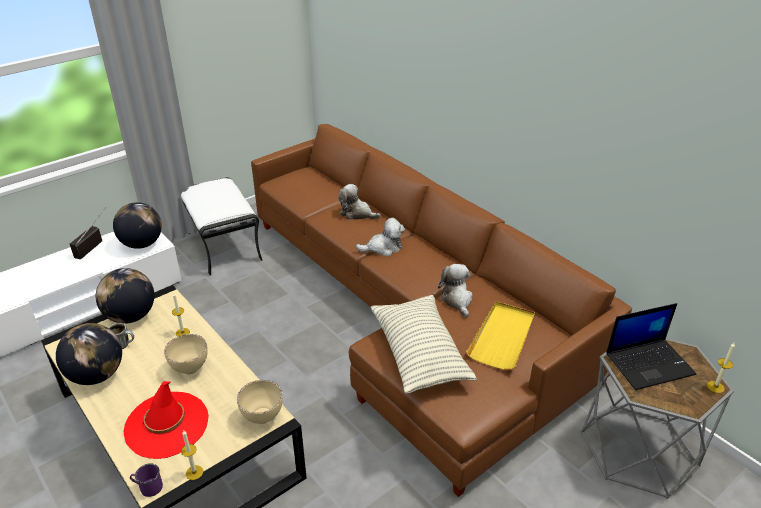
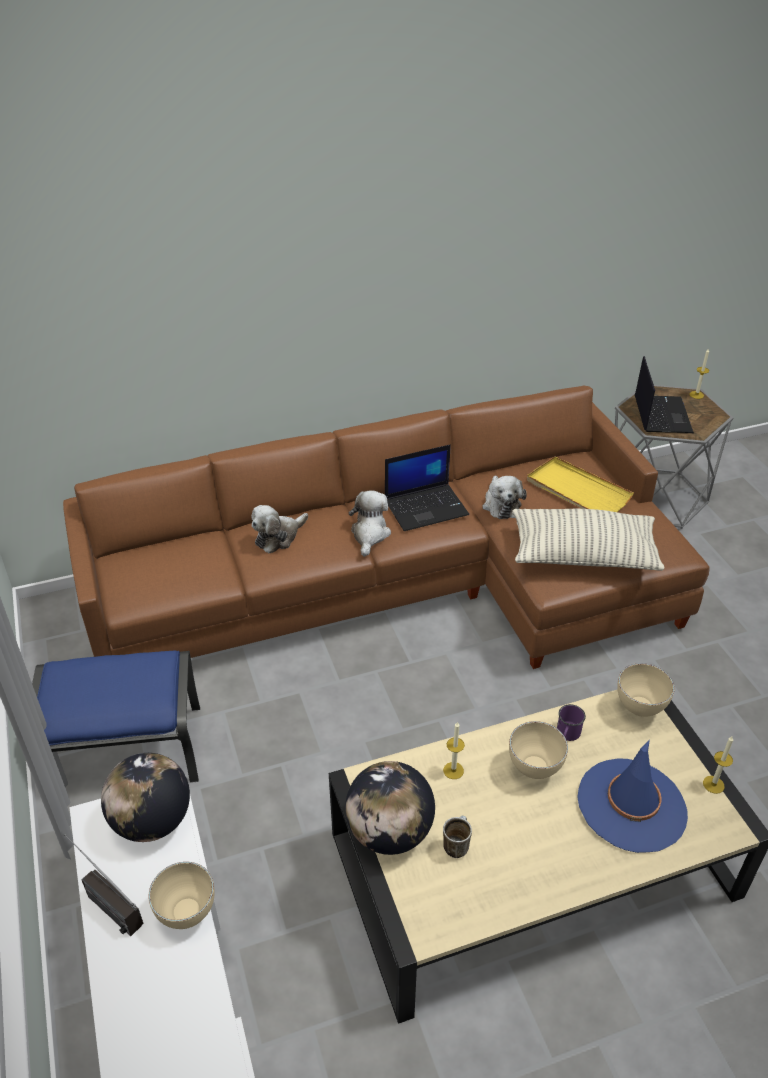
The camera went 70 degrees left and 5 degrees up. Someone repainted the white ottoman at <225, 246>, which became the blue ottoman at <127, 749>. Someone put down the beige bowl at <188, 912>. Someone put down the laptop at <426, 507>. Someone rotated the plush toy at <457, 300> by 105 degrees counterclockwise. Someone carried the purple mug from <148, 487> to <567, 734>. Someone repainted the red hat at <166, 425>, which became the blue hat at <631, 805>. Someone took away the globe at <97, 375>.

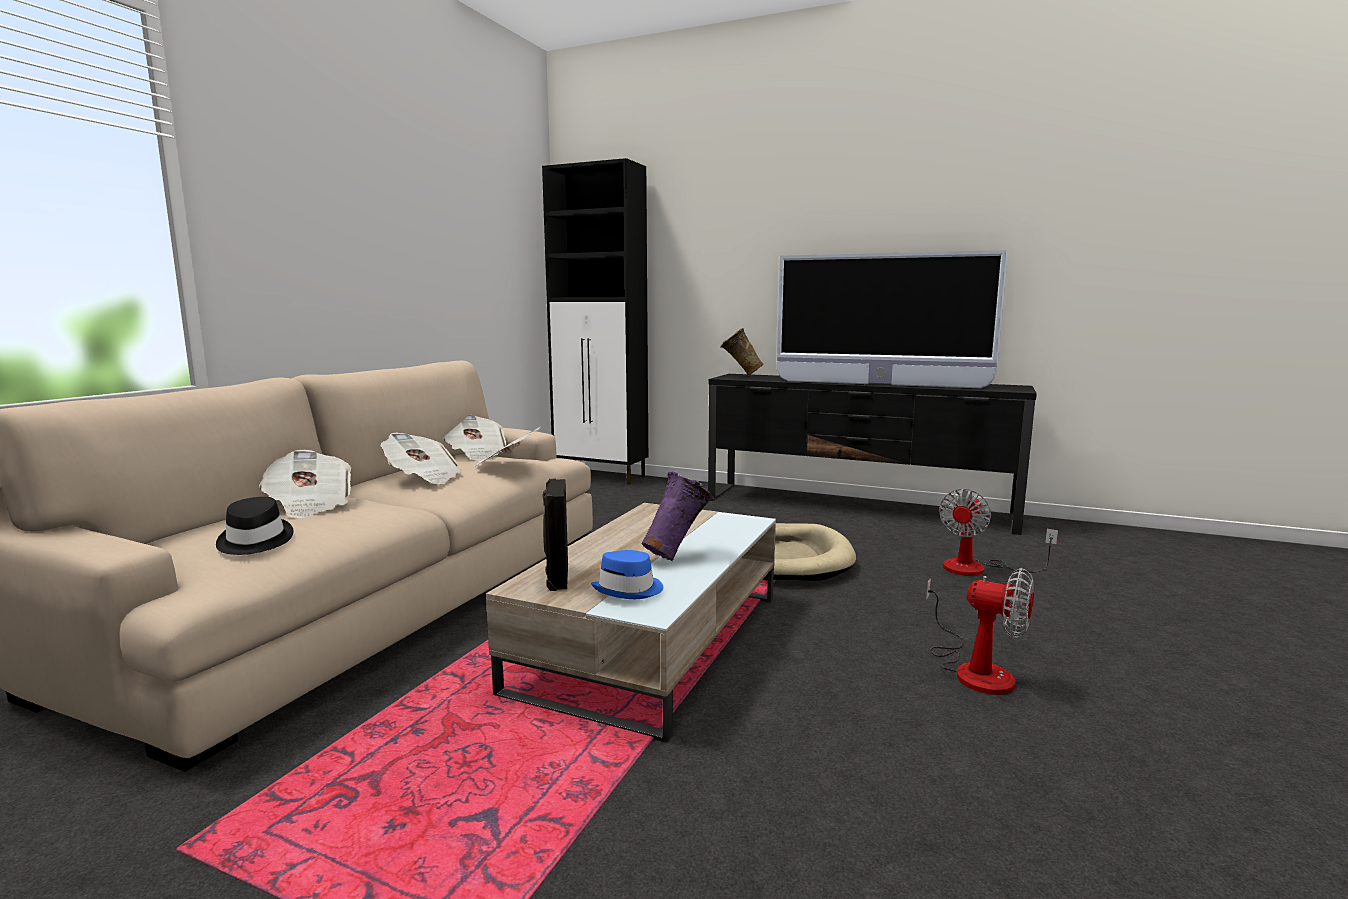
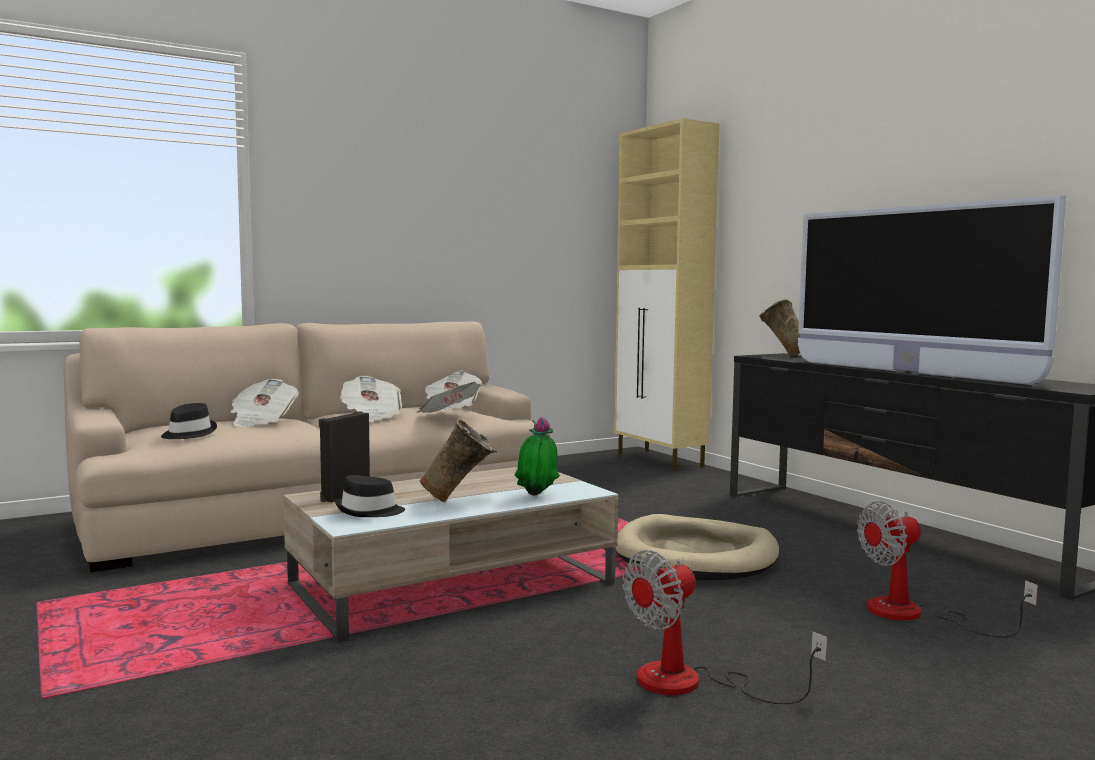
The camera went 35 degrees right and 5 degrees down. Someone repainted the blue hat at <629, 589>, which became the black hat at <369, 511>. Someone repainted the purple vase at <678, 555>, which became the beige vase at <460, 500>. Someone put down the potted plant at <536, 496>. Someone repainted the black cabinet at <602, 477>, which became the beige cabinet at <660, 460>. Someone rotated the fan at <974, 669> by 75 degrees clockwise.

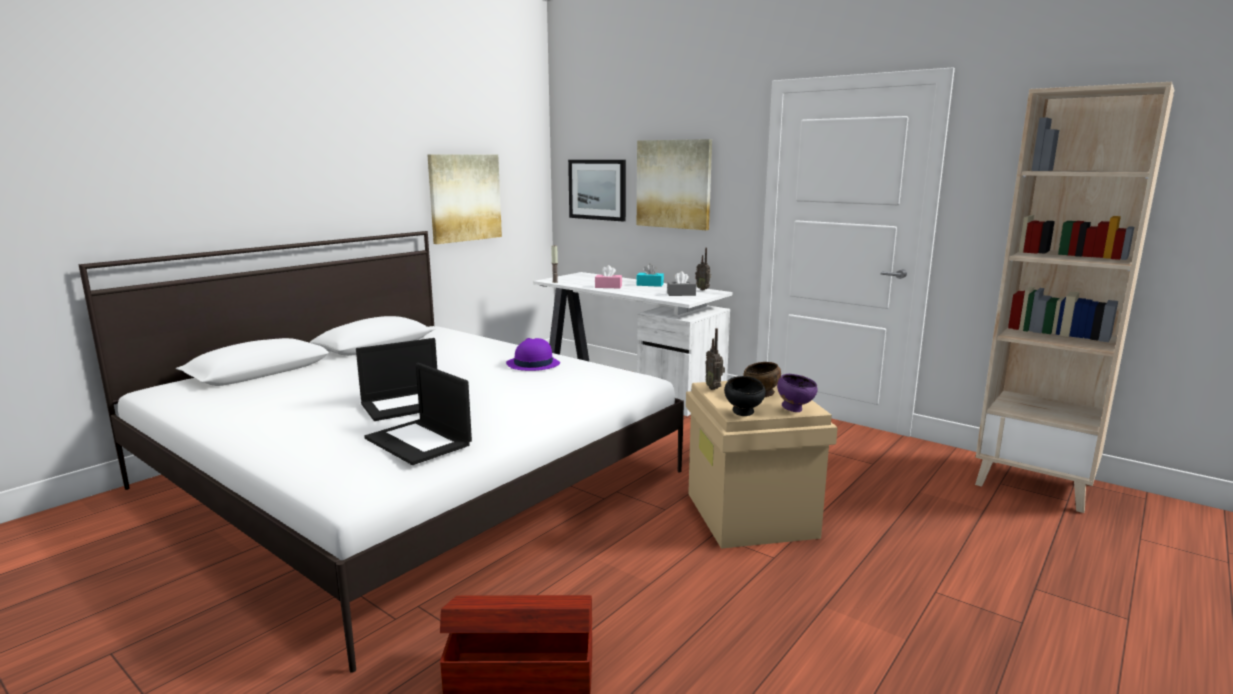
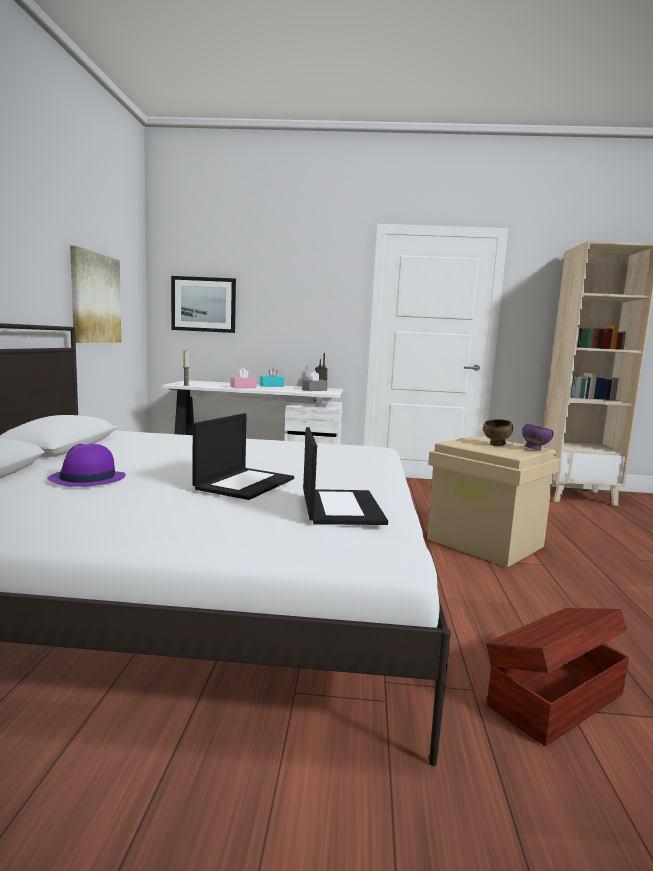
The camera went 35 degrees left and 5 degrees down. Someone carried the purple hat from <533, 364> to <87, 479>. Someone rotated the laptop at <419, 441> by 105 degrees counterclockwise. Someone took away the picture at <674, 184>. Someone took away the radio at <714, 388>. Someone took away the black bowl at <744, 414>.

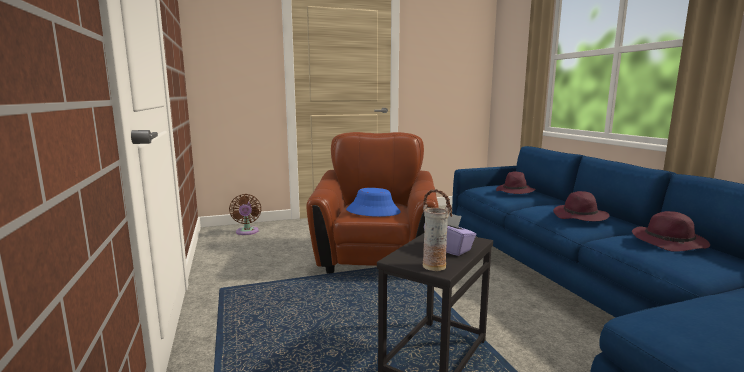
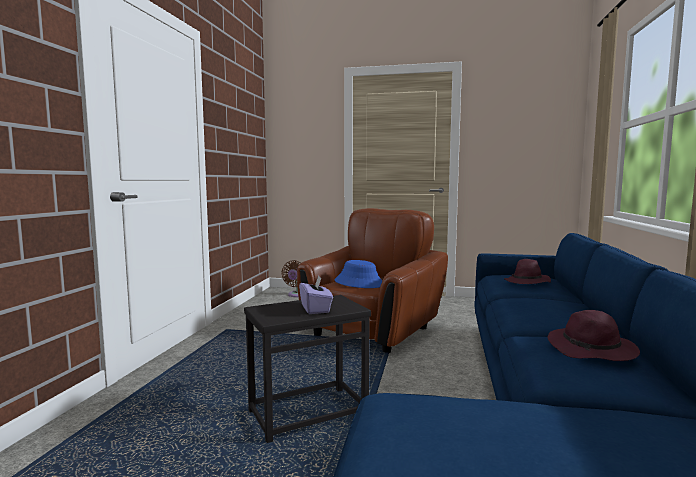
The camera went 30 degrees right and 5 degrees down. Someone took away the vase at <434, 266>. Someone took away the purple hat at <580, 217>.

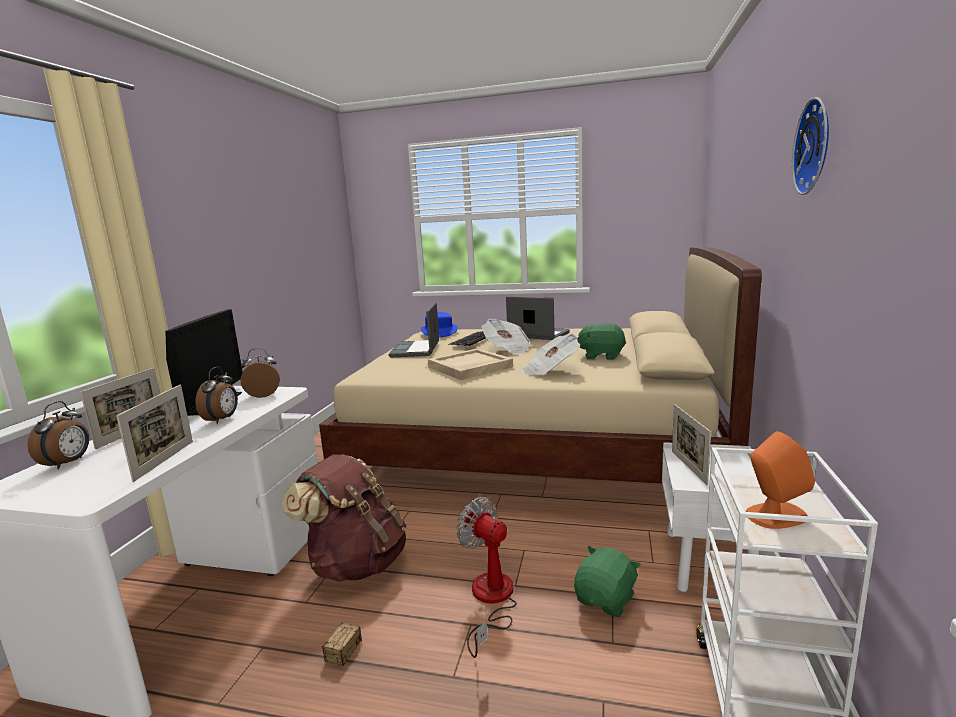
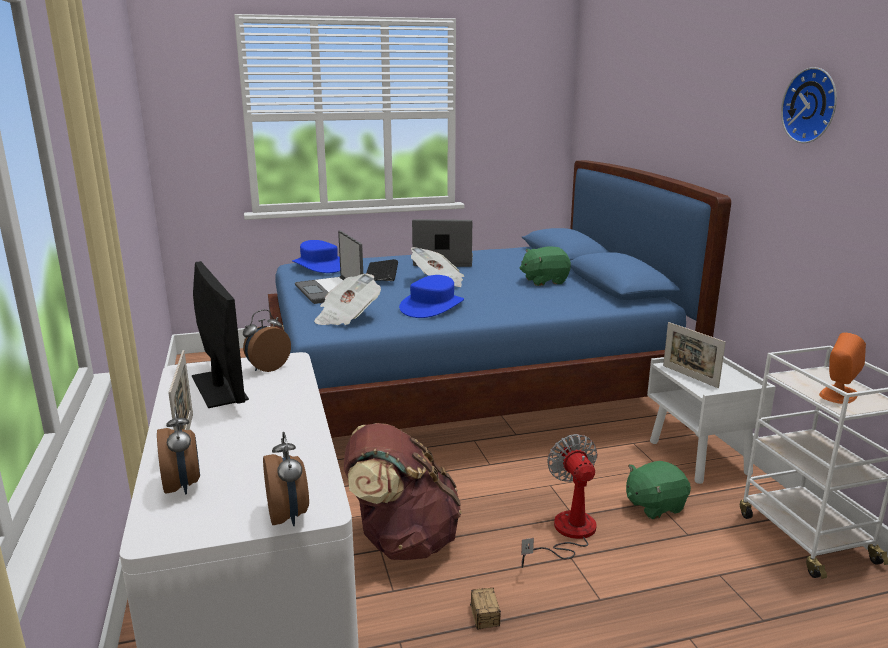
The camera went 30 degrees left and 5 degrees up. Someone carried the alarm clock from <222, 419> to <289, 516>. Someone repainted the beige bed at <536, 453>, which became the blue bed at <466, 393>. Someone carried the newspaper from <550, 370> to <347, 317>. Someone swapped the beige tray at <469, 367> for the blue hat at <432, 306>. Someone rotated the fan at <490, 600> by 60 degrees clockwise. Someone rotated the green plush toy at <606, 599> by 120 degrees counterclockwise. Someone took away the picture frame at <165, 460>.

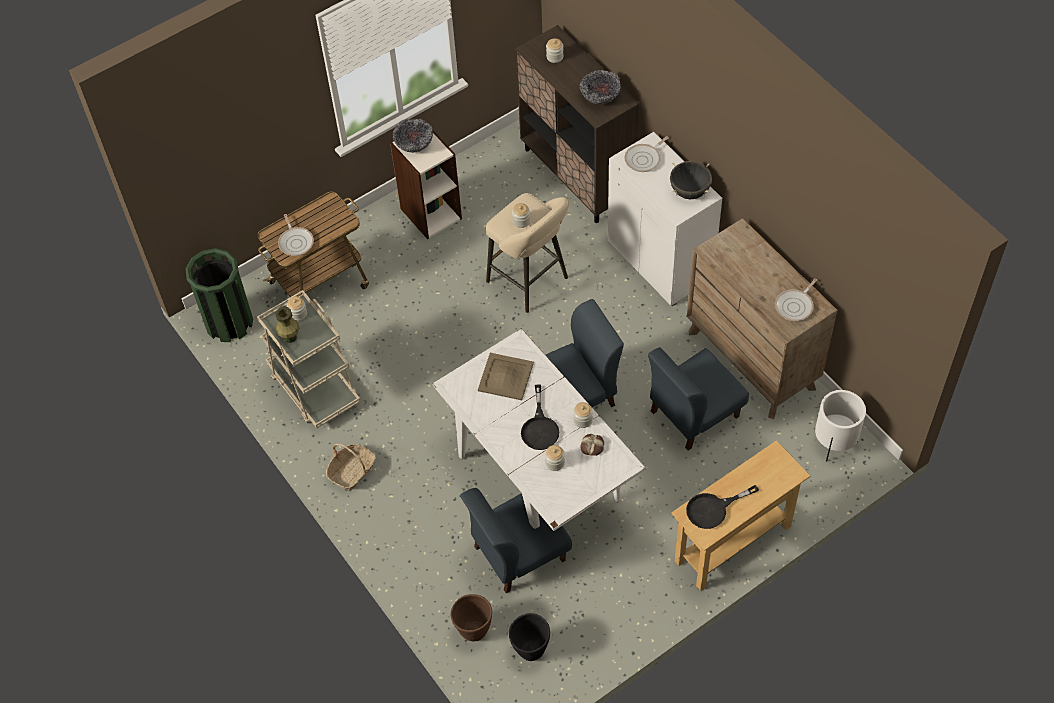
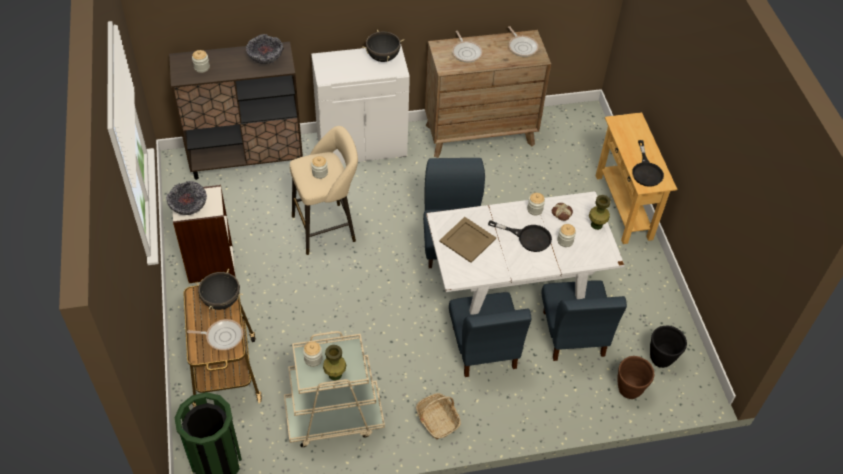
The camera went 70 degrees left and 5 degrees down. Someone put down the black cooking pot at <221, 301>. Someone carried the blue chair from <693, 413> to <483, 348>. Someone carried the frying pan from <644, 159> to <466, 52>. Someone put down the green vase at <596, 225>. Someone took away the white planter at <834, 443>.

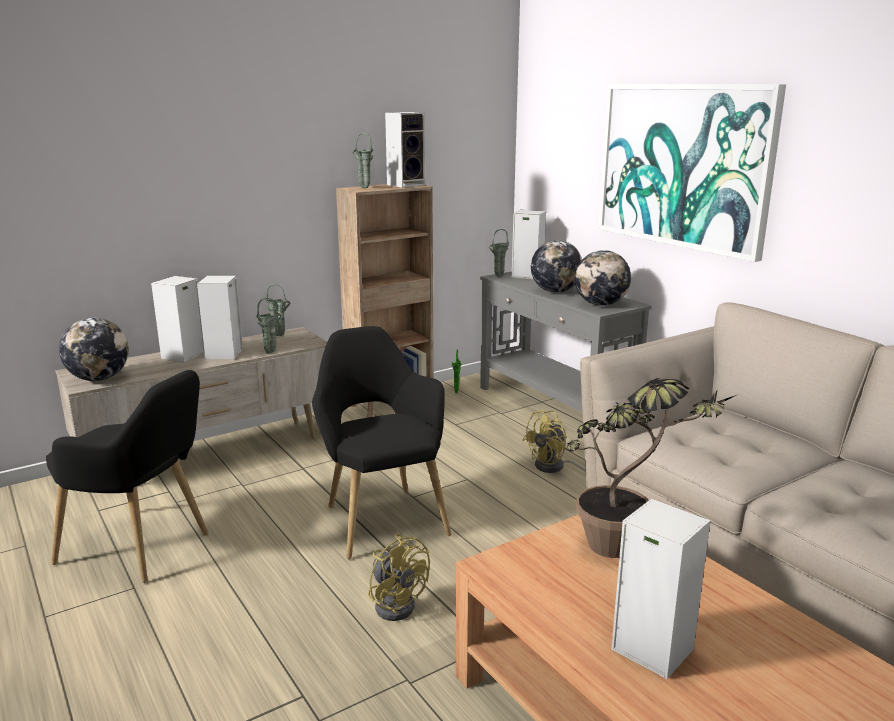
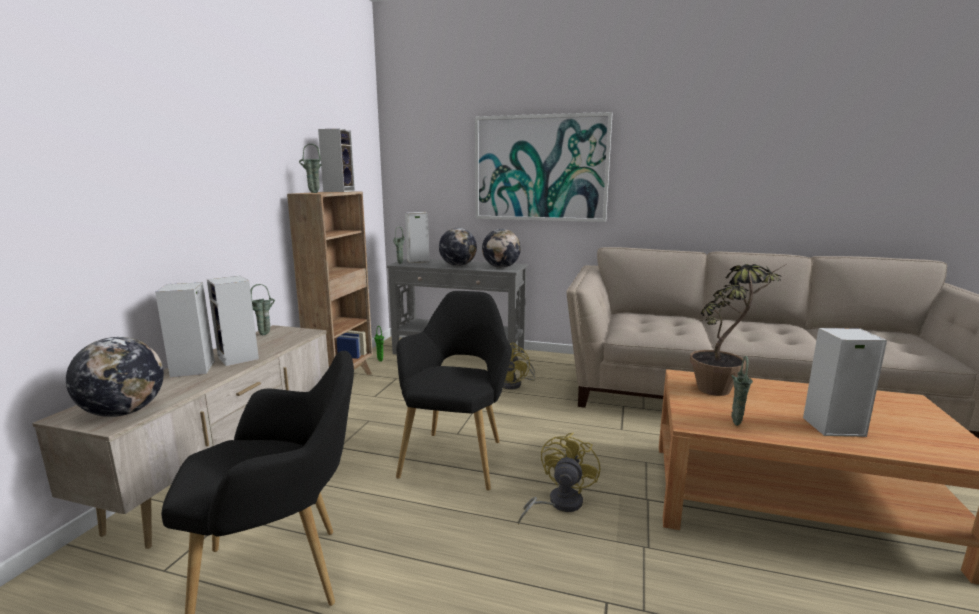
The camera went 40 degrees left and 5 degrees down. Someone rotated the black armchair at <381, 517> by 75 degrees clockwise. Someone rotated the yellow fan at <396, 603> by 75 degrees counterclockwise. Someone carried the green vase from <272, 352> to <735, 423>.

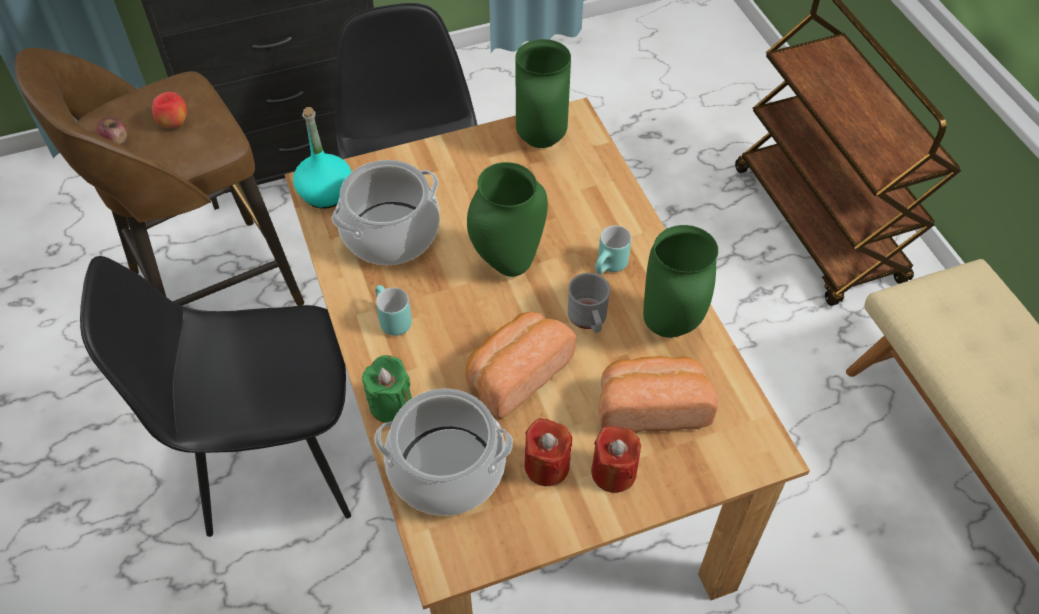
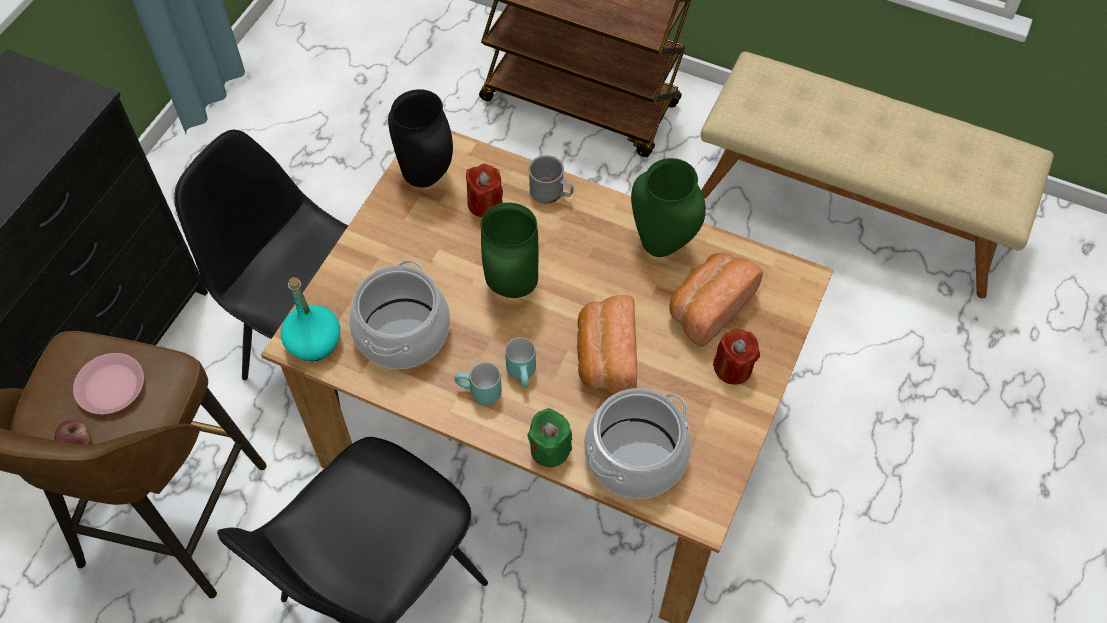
The camera went 45 degrees left and 5 degrees up. Someone swapped the apple at <174, 123> for the pink plate at <111, 387>. Someone repainted the green vase at <539, 140>, which became the black vase at <425, 178>. Someone carried the red candle from <546, 466> to <485, 203>. Someone carried the turquoise mug from <610, 268> to <524, 374>. Someone carried the grey mug from <589, 319> to <551, 193>.

